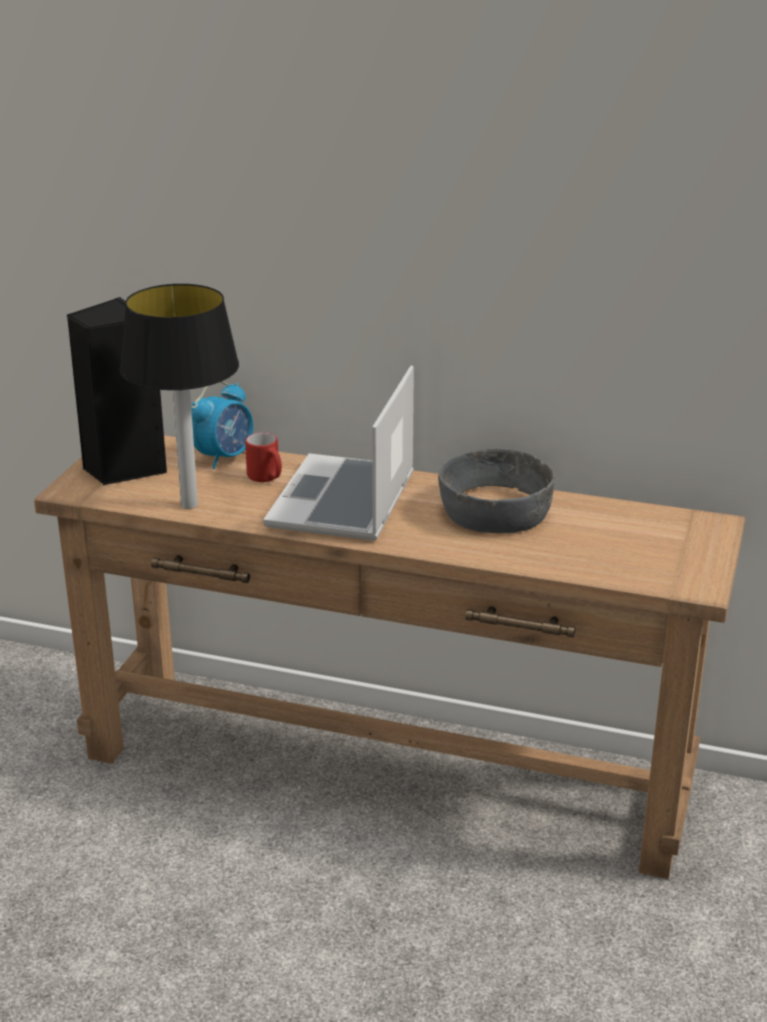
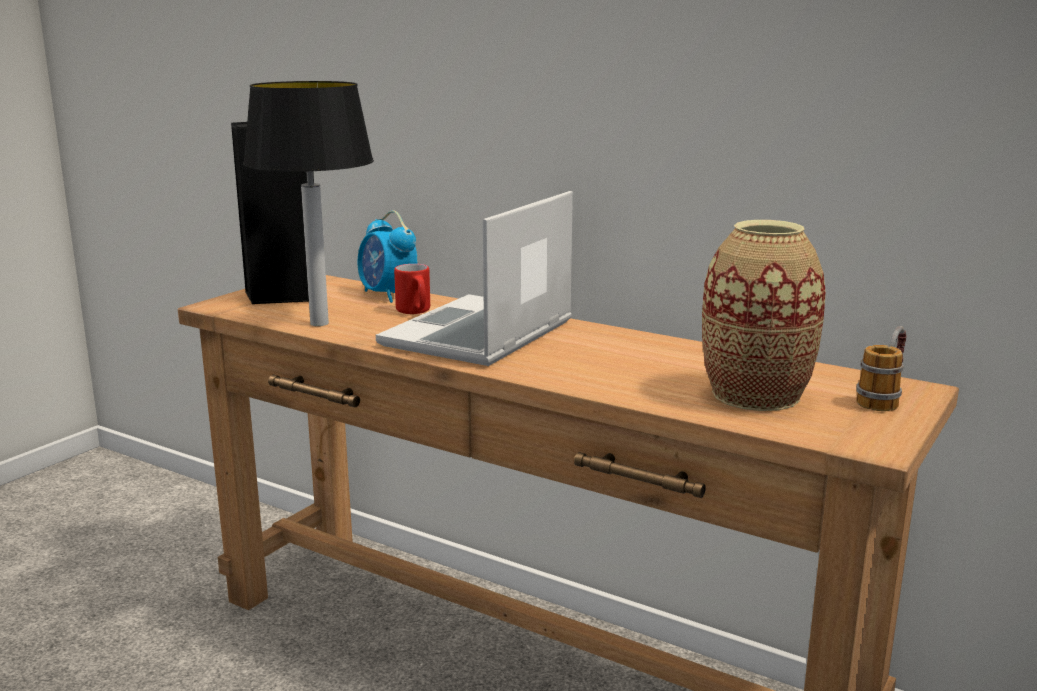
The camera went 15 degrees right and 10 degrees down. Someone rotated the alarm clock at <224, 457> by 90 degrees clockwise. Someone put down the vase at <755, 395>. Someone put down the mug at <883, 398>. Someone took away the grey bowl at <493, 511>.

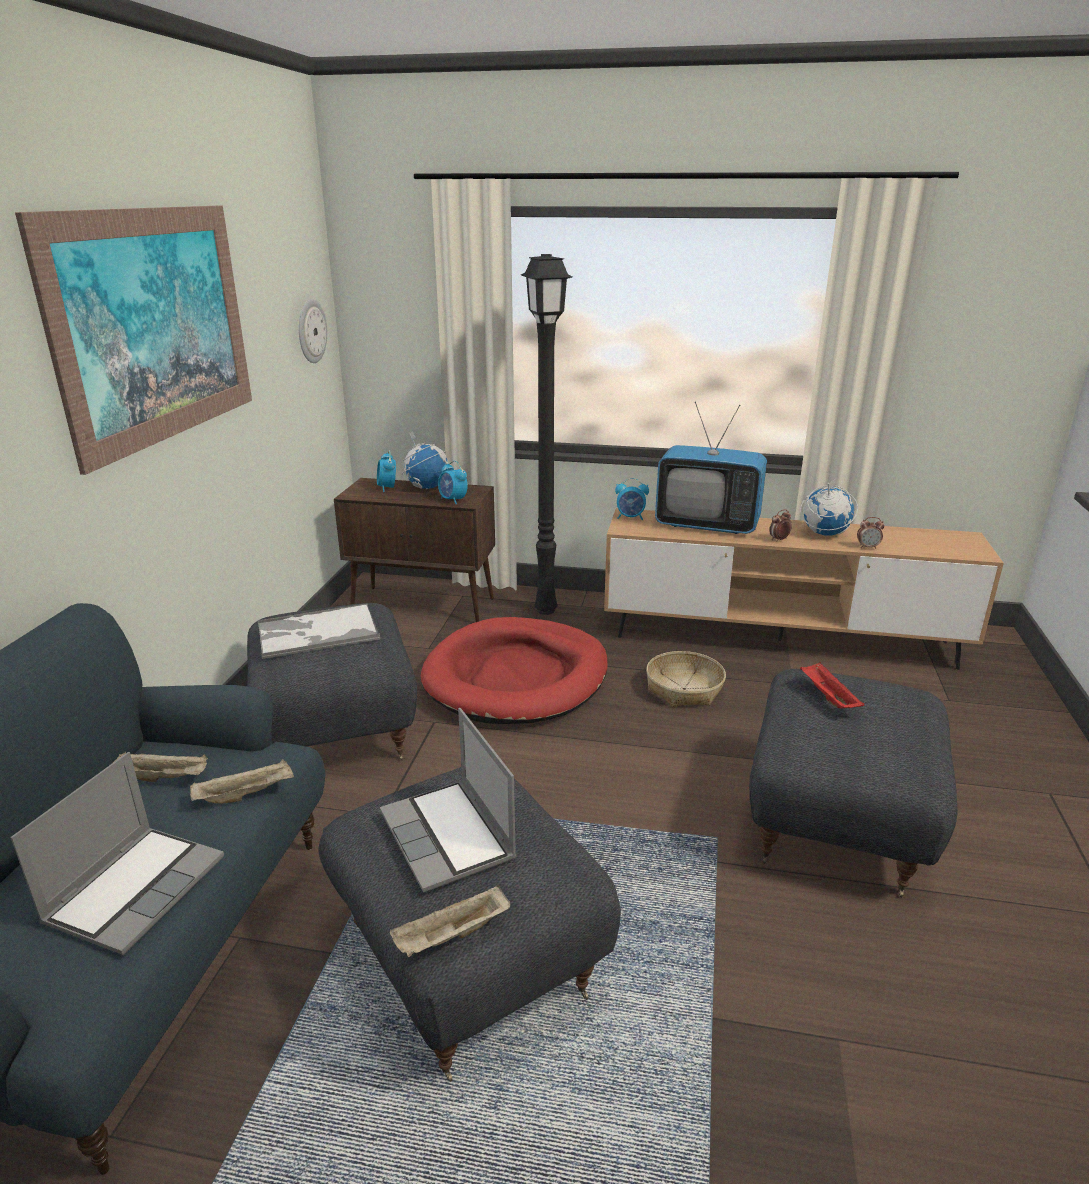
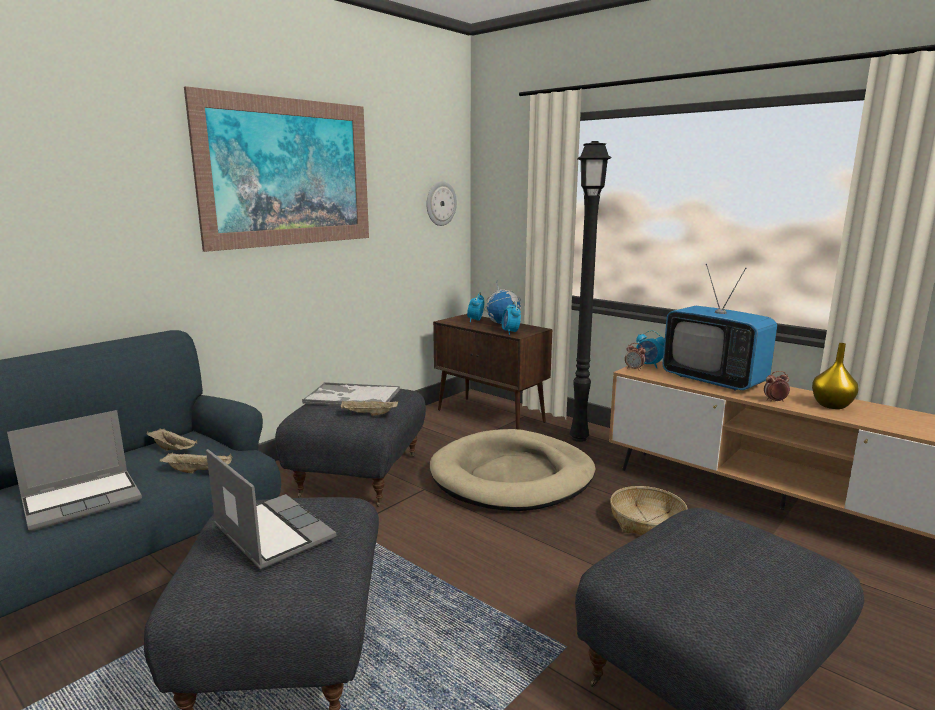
The camera went 30 degrees right and 10 degrees down. Someone rotated the laptop at <449, 837> by 135 degrees clockwise. Someone carried the beige tray from <452, 937> to <368, 414>. Someone repainted the red dog bed at <517, 677>, which became the beige dog bed at <512, 476>. Someone carried the alarm clock from <867, 547> to <634, 369>. Someone swapped the globe at <824, 534> for the yellow vase at <831, 405>. Someone took away the red tray at <827, 697>.

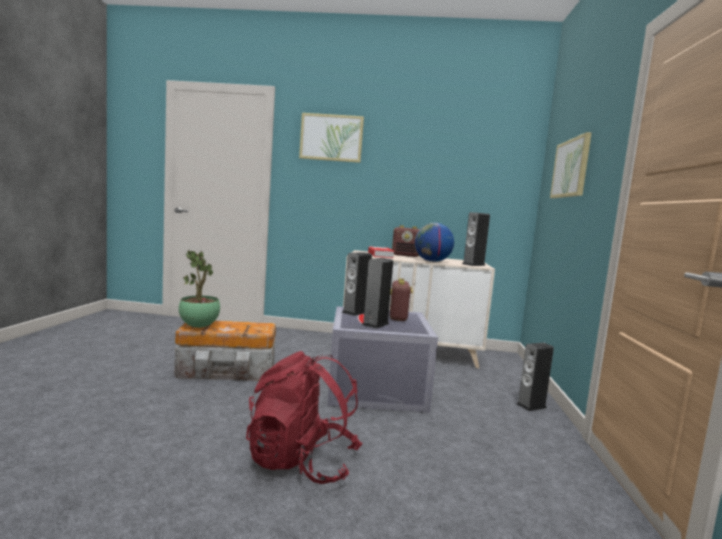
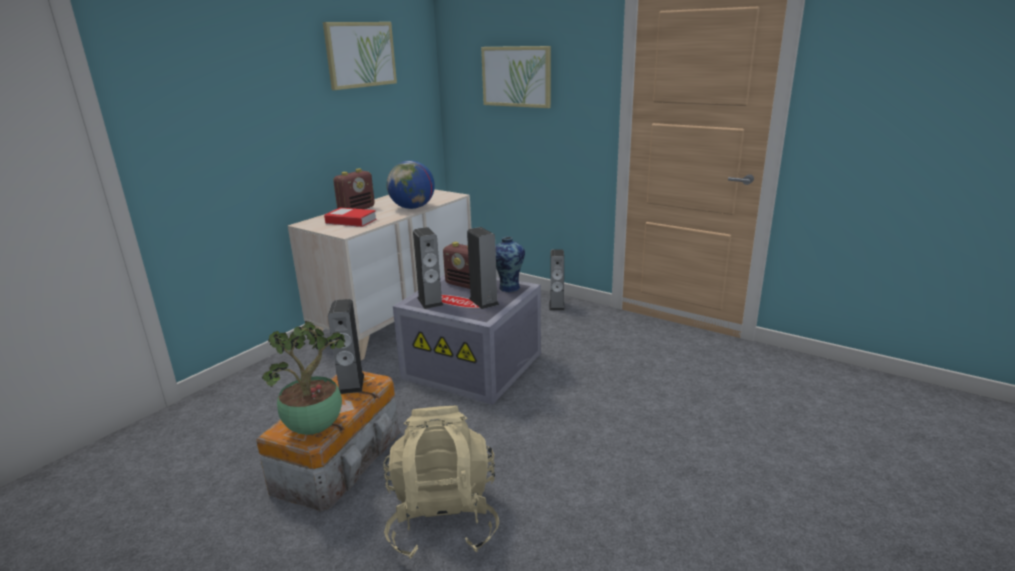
The camera went 60 degrees left and 15 degrees up. Someone carried the picture from <331, 138> to <360, 54>. Someone carried the speaker from <473, 264> to <351, 383>. Someone put down the beige backpack at <443, 519>. Someone put down the vase at <509, 287>. Someone took away the red backpack at <302, 462>.

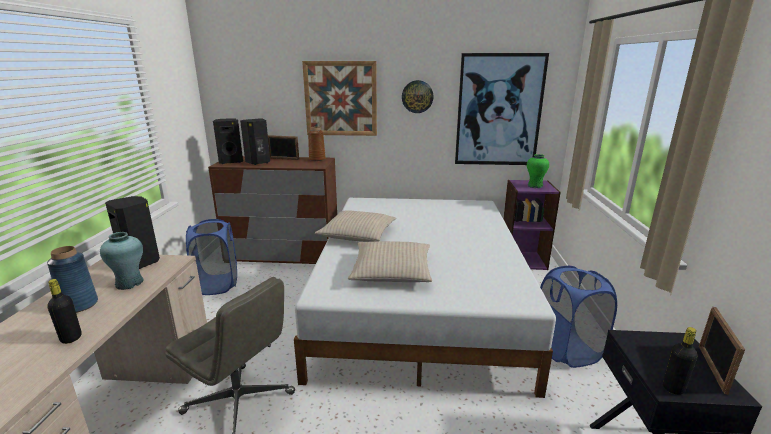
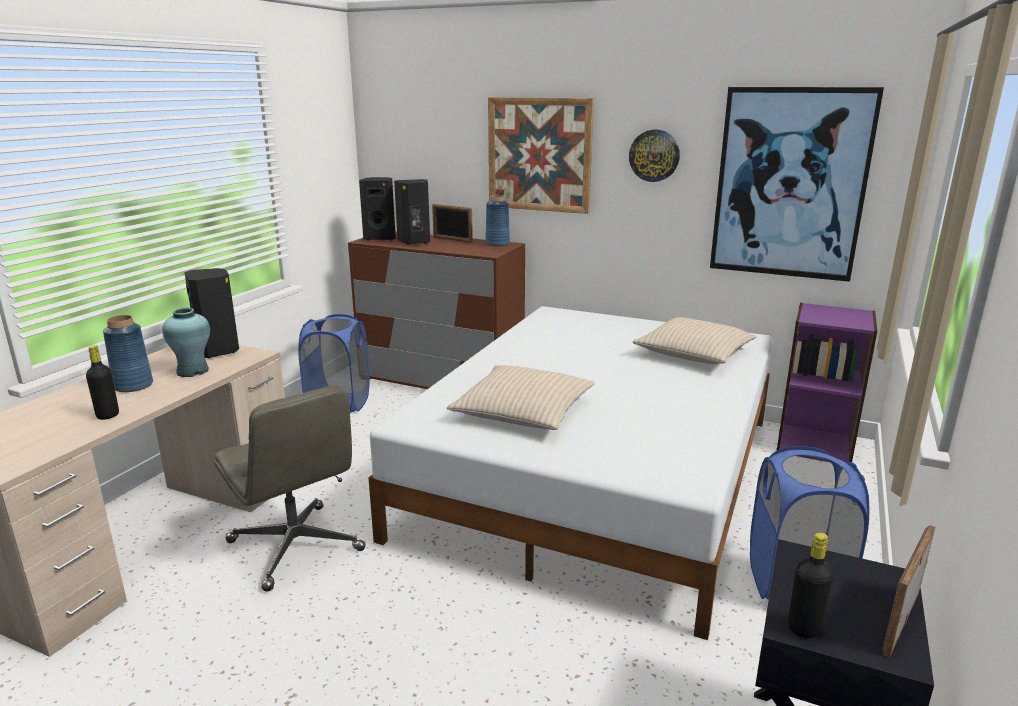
The camera went 20 degrees right and 0 degrees up. Someone repainted the brown vase at <317, 159>, which became the blue vase at <497, 244>. Someone carried the beige pillow from <357, 234> to <693, 353>. Someone took away the green vase at <535, 186>.

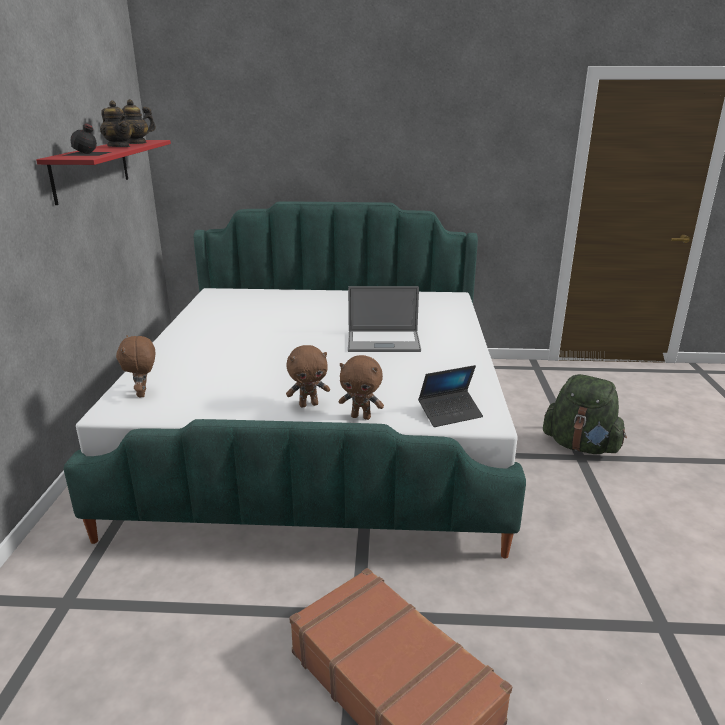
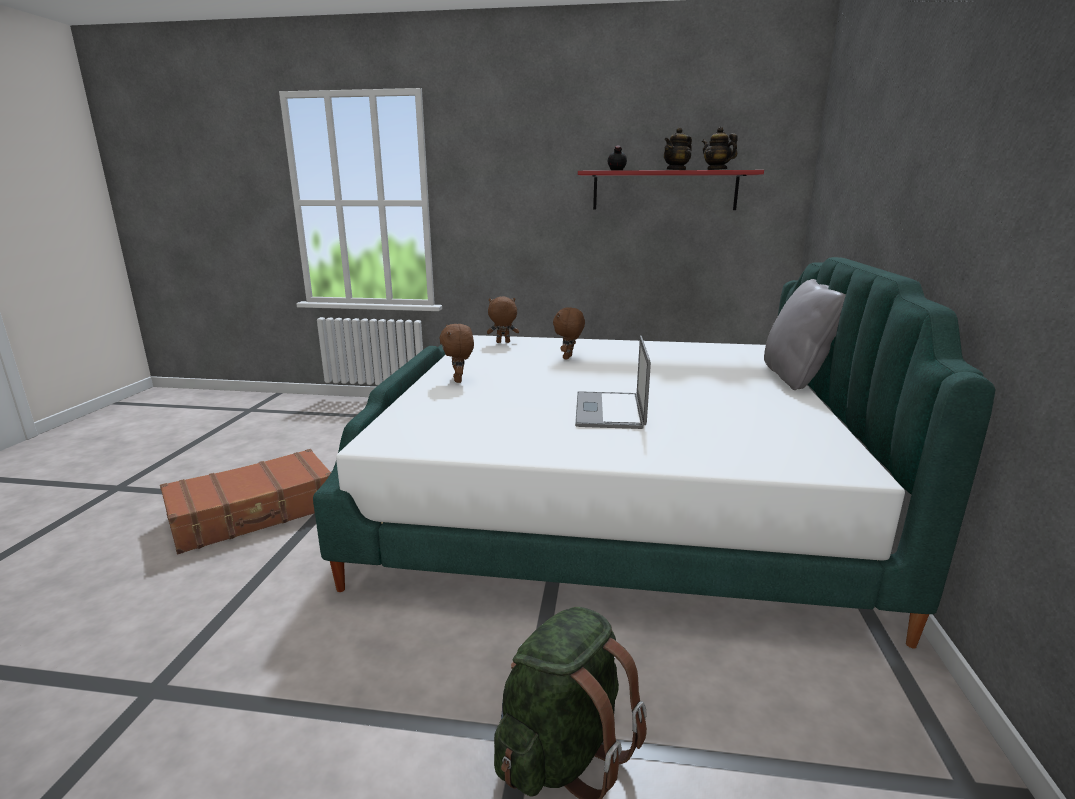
The camera went 95 degrees right and 5 degrees down. Someone carried the brown plush toy from <361, 417> to <568, 358>. Someone put down the grey pillow at <796, 378>. Someone took away the laptop at <450, 414>.

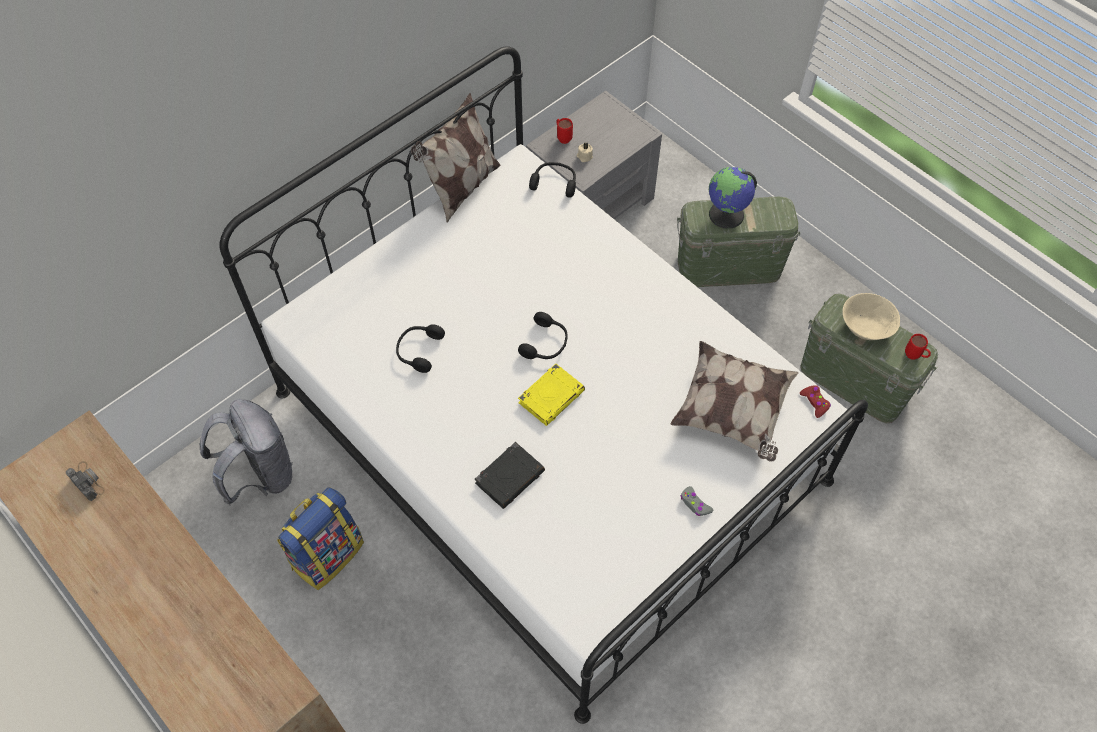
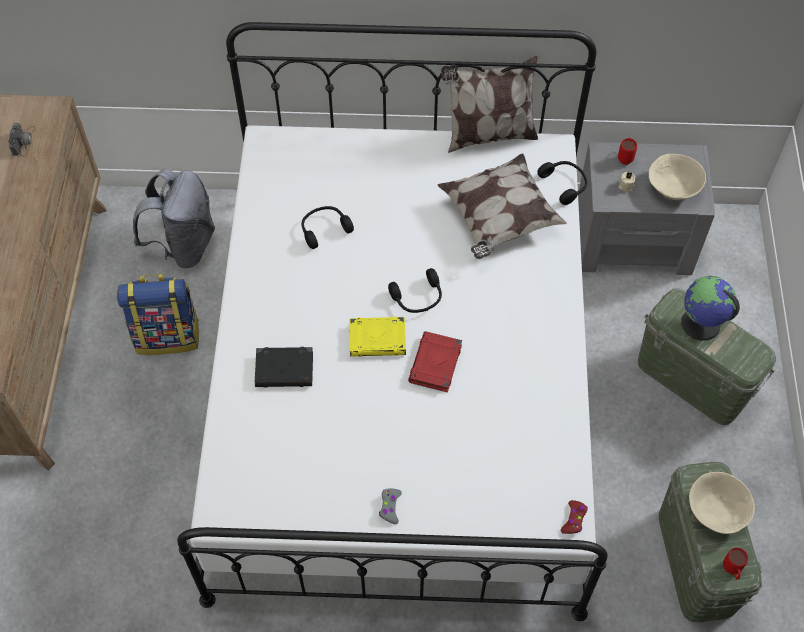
The camera went 45 degrees right and 0 degrees up. Someone put down the red book at <435, 364>. Someone carried the pillow from <732, 412> to <498, 219>. Someone put down the beige bowl at <674, 187>.

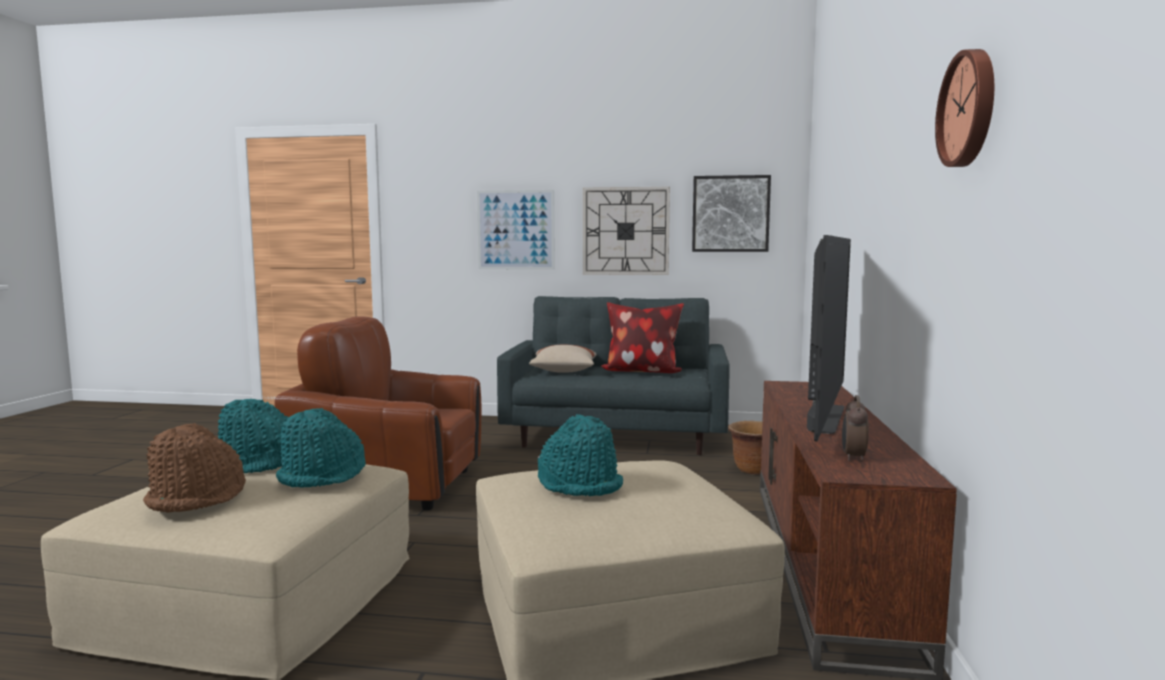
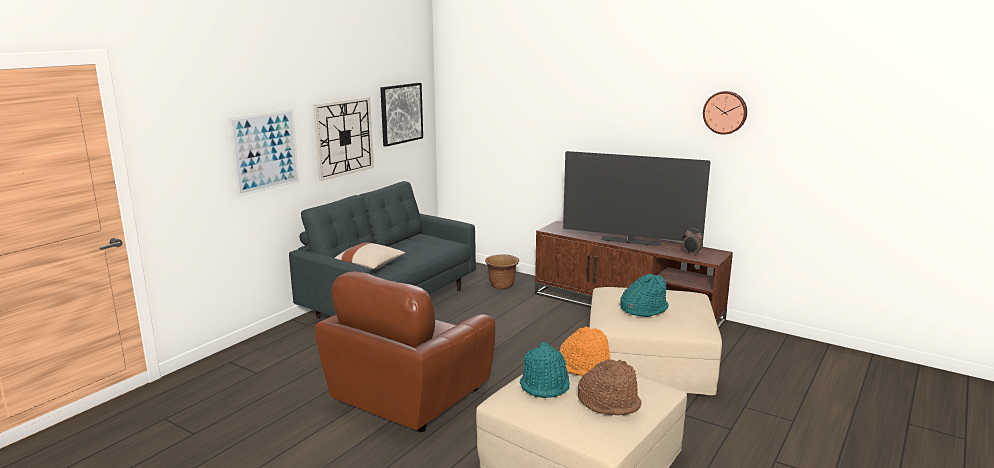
The camera went 65 degrees left and 10 degrees up. Someone repainted the turquoise hat at <323, 476>, which became the orange hat at <586, 367>. Someone rotated the television at <827, 419> by 150 degrees clockwise. Someone took away the pillow at <641, 371>.

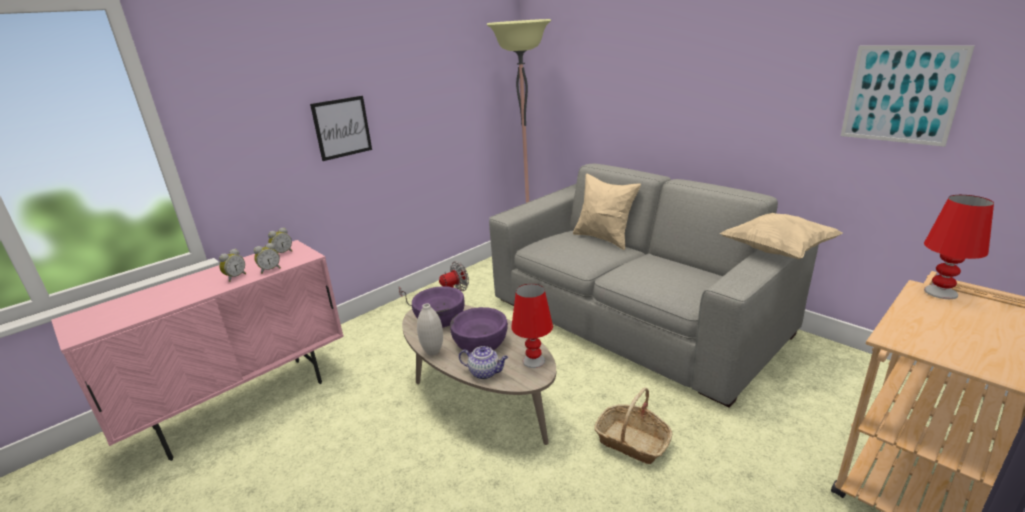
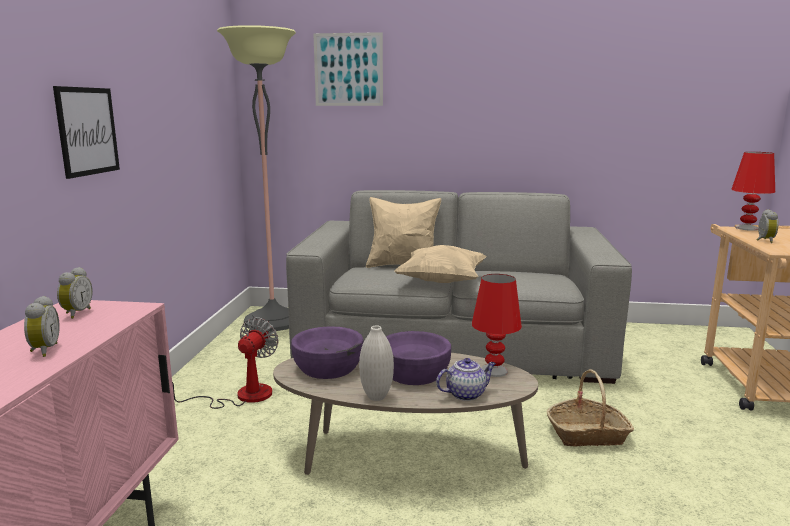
The camera went 40 degrees left and 10 degrees down. Someone carried the picture from <901, 94> to <348, 69>. Someone carried the beige pillow from <777, 251> to <441, 281>. Someone carried the alarm clock from <270, 270> to <764, 240>.

